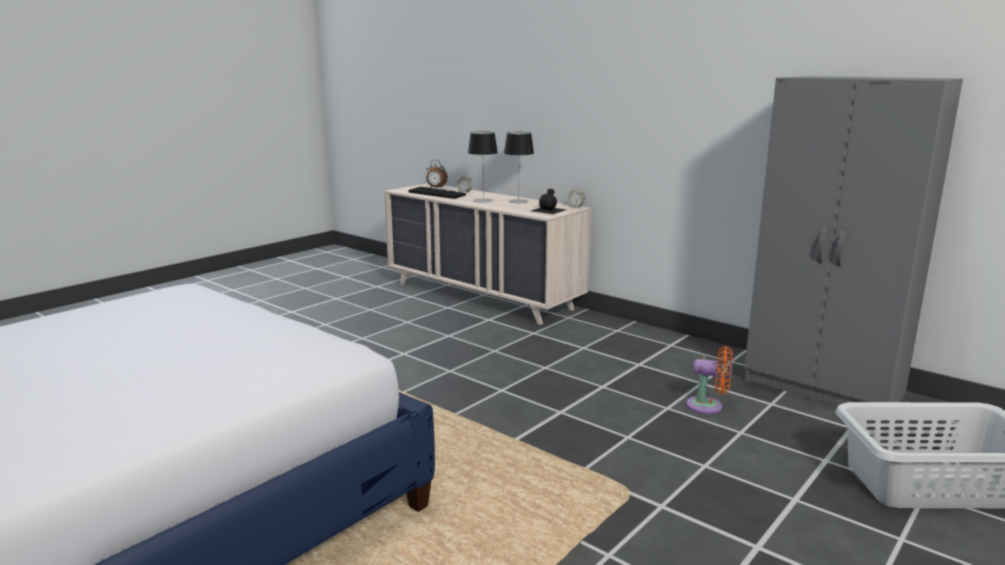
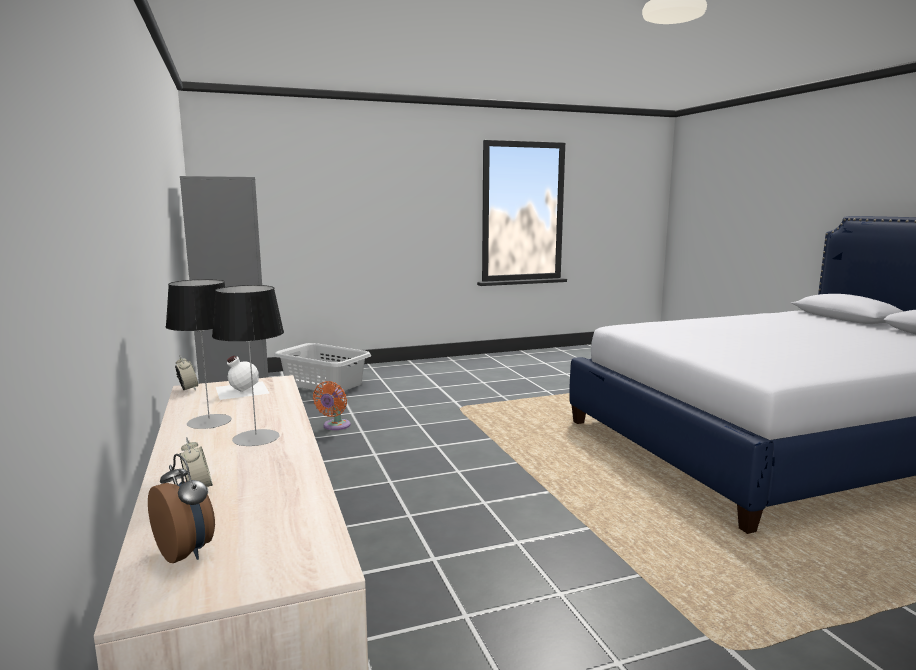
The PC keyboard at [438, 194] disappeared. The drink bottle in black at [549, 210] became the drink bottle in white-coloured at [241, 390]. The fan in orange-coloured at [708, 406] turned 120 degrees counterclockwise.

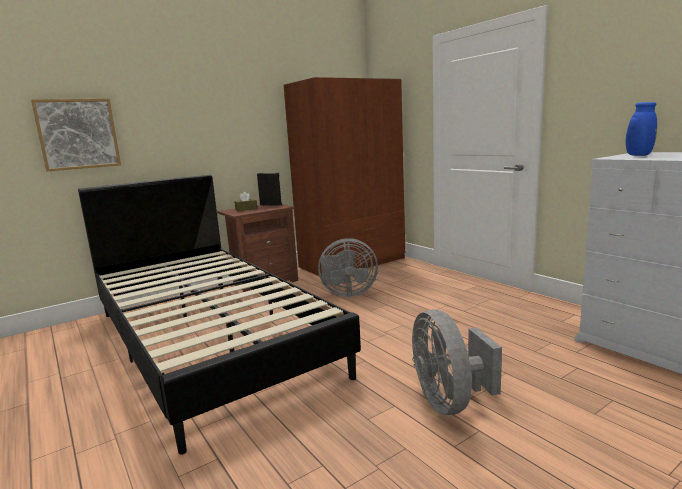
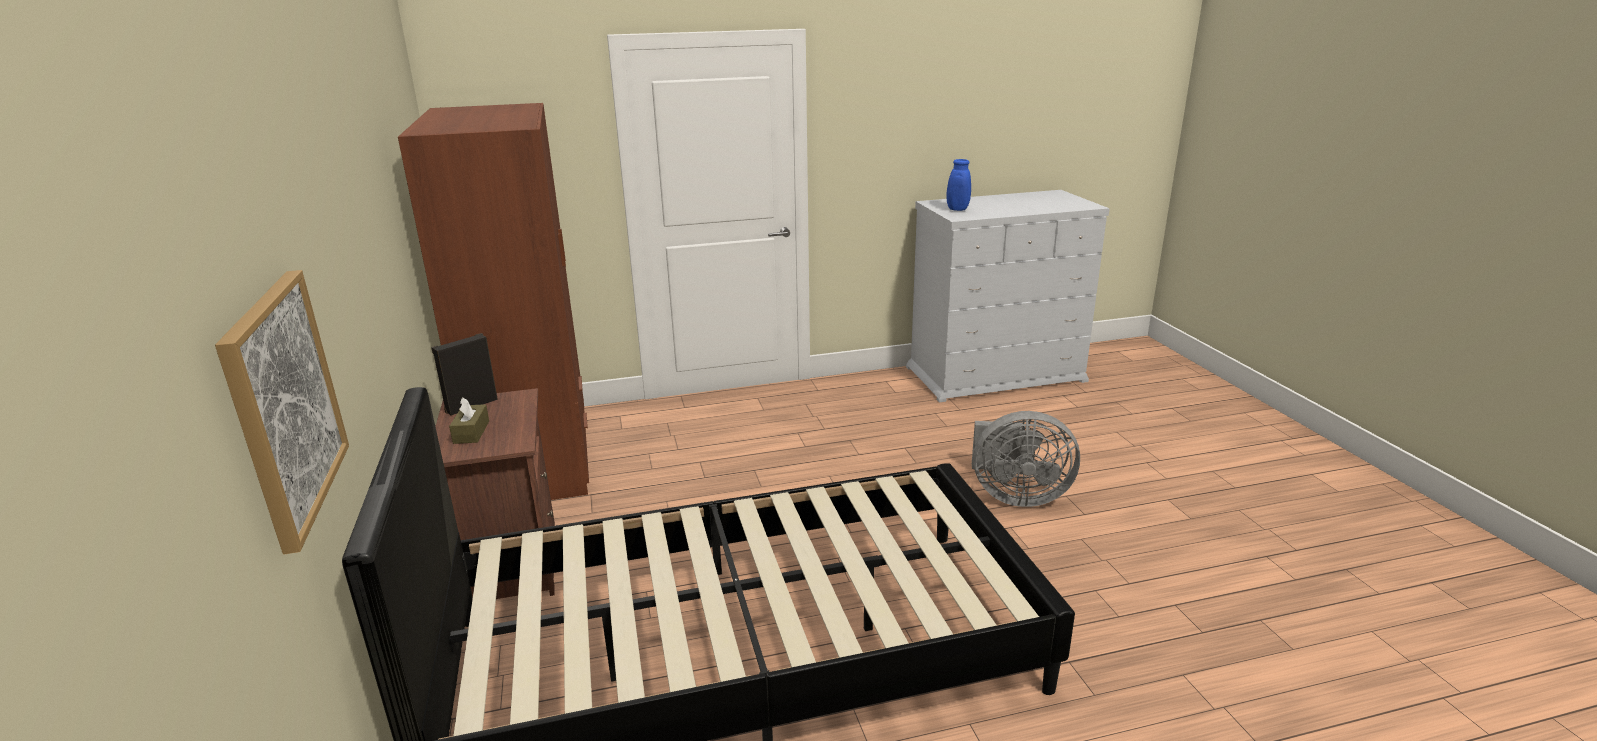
The fan in grey at [346, 293] disappeared.

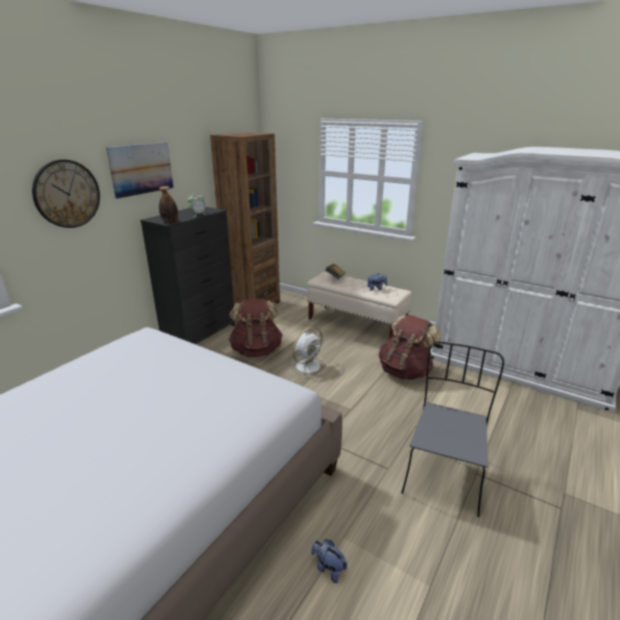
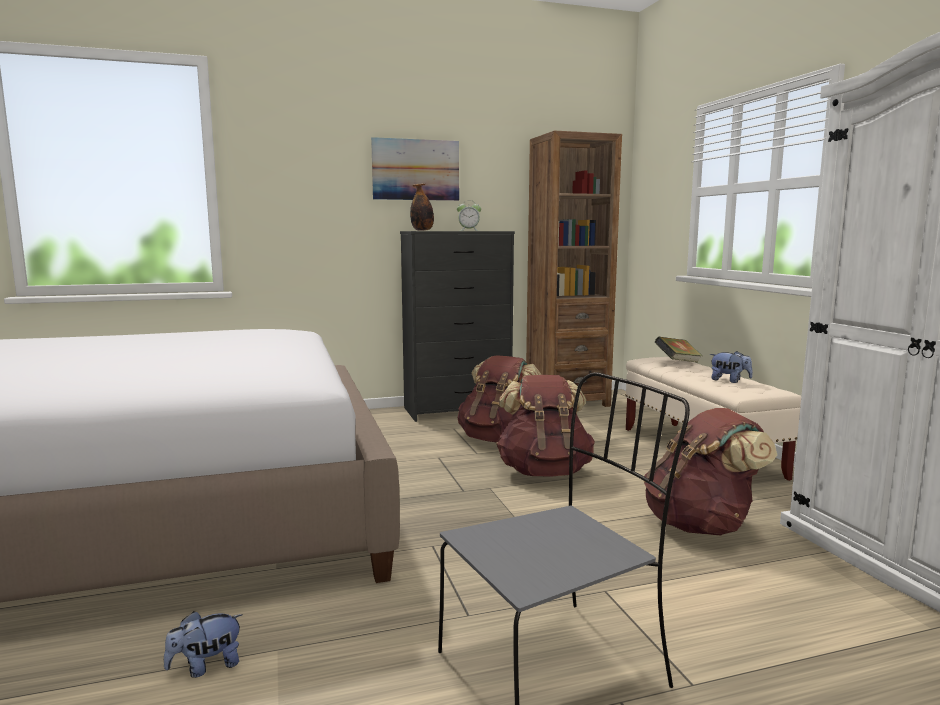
The hanging clock at [67, 194] disappeared. The fan in white-coloured at [309, 366] was replaced by the rucksack in brown at [544, 472]. The plush toy at [328, 568] turned 105 degrees counterclockwise.

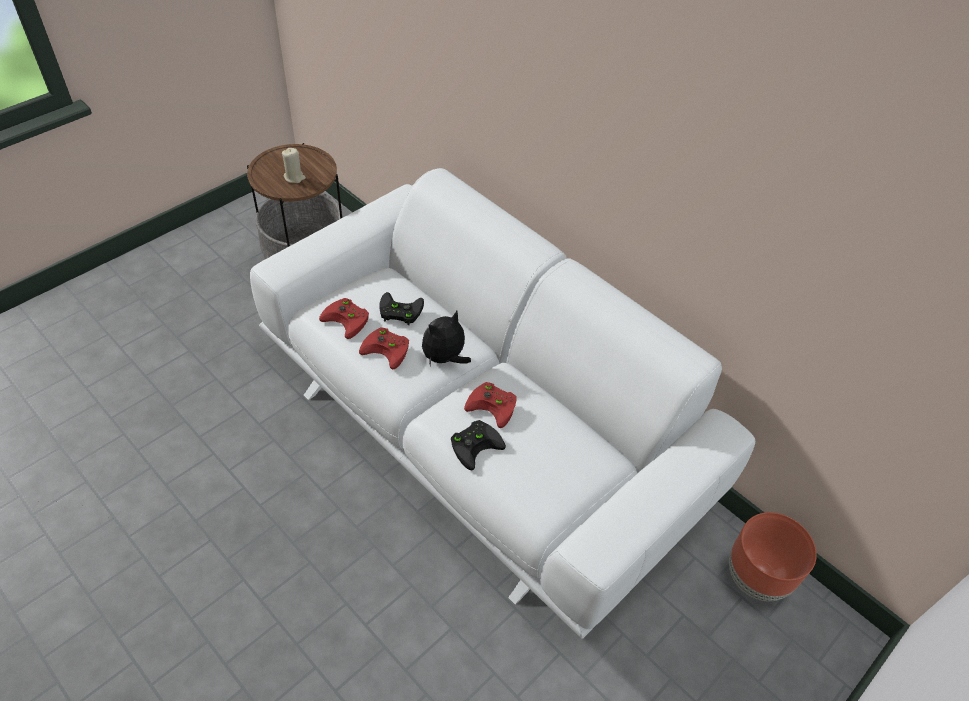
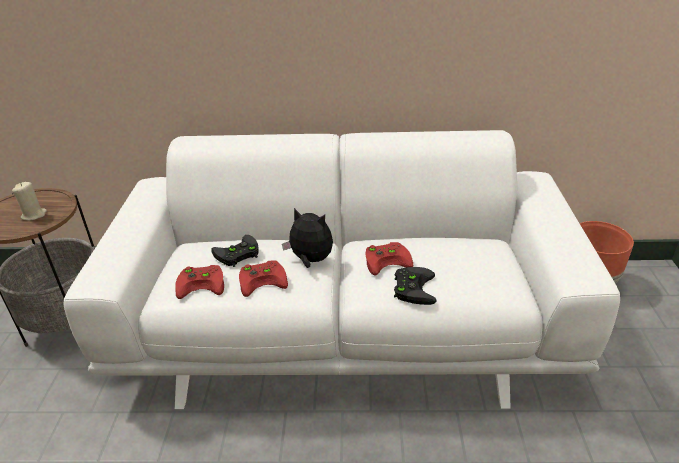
The plush toy at [444, 358] turned 105 degrees clockwise.

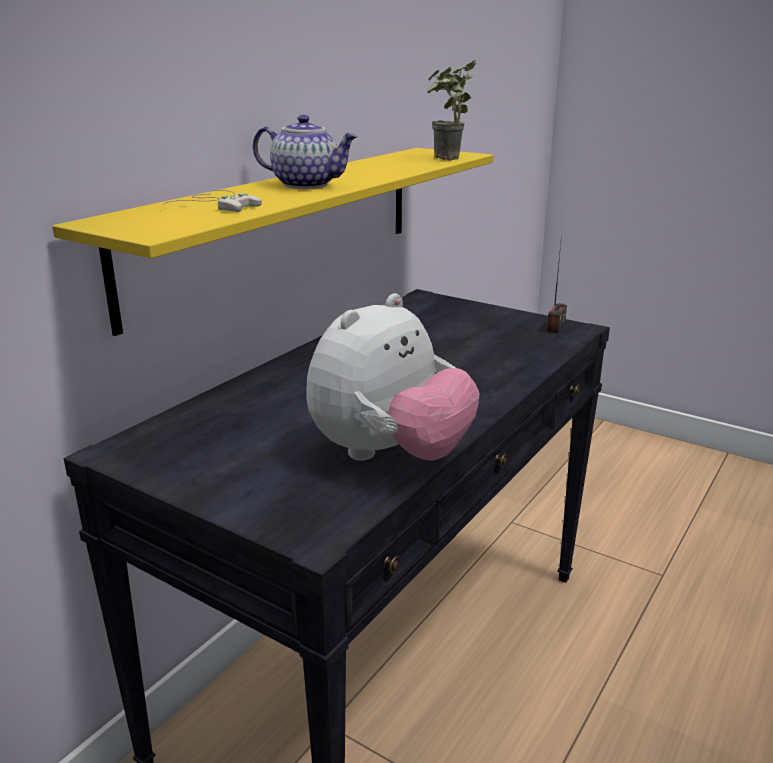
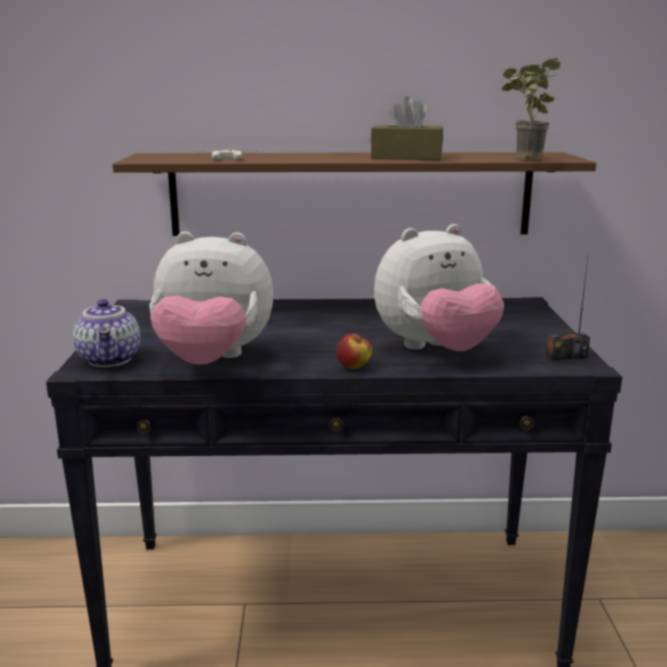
The apple at [353, 367] appeared. The tissue holder in brown at [406, 157] appeared. The plush toy at [435, 350] appeared. The teapot moved from [307, 184] to [111, 359]. The shelf in yellowish at [282, 226] became the shelf in brown at [351, 194].

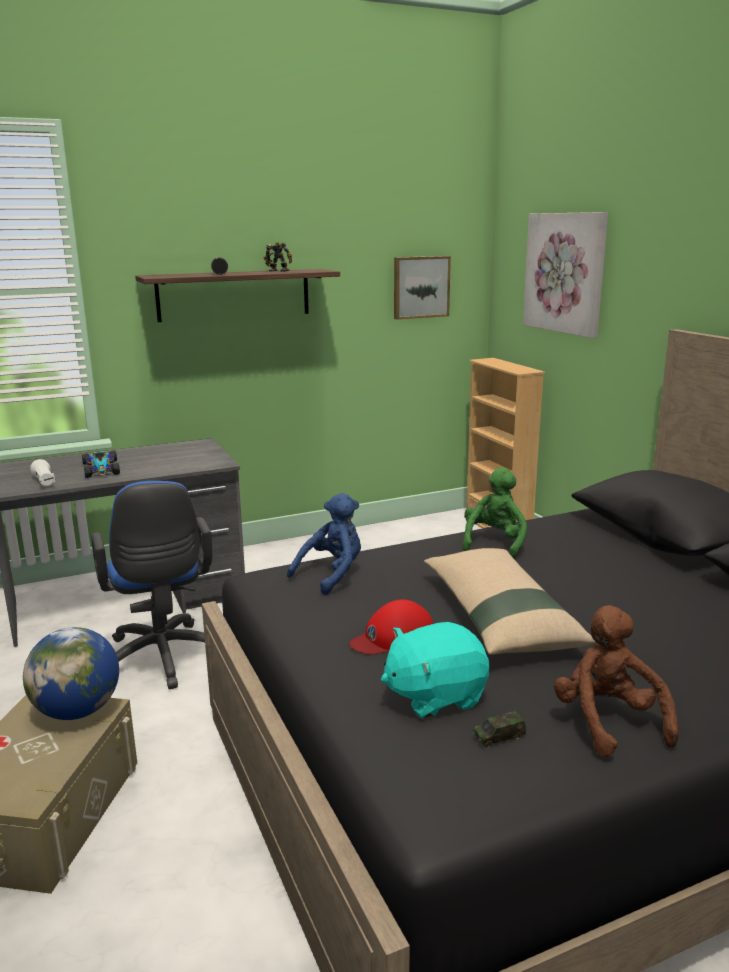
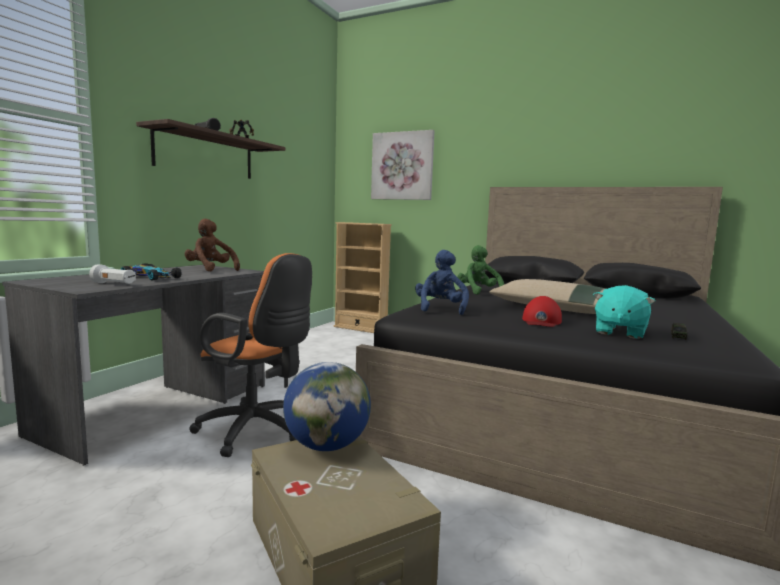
The picture at [420, 287] disappeared. The plush toy in brown moved from [608, 721] to [210, 270]. The office chair in blue at [163, 660] became the office chair in orange-coloured at [257, 432].

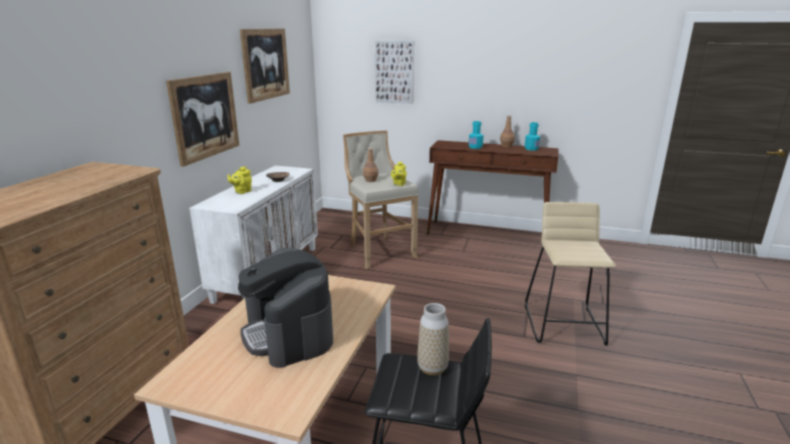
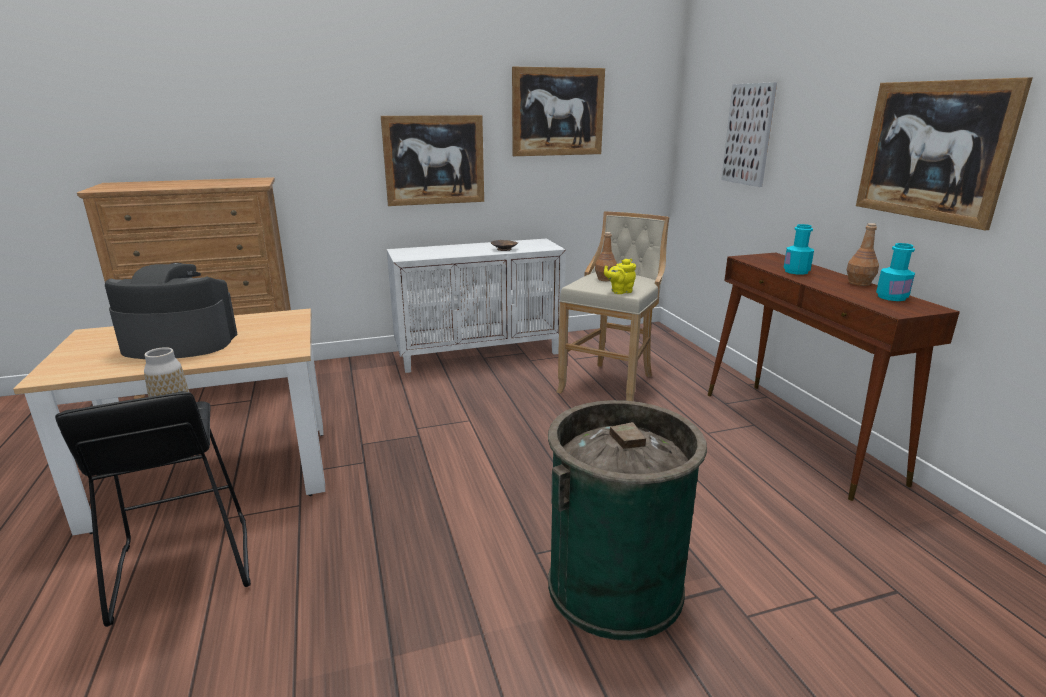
The teapot in yellowish at [242, 192] disappeared. The picture at [933, 151] appeared. The sitting stool in beige-coloured at [564, 324] was replaced by the rubbish bin in greenish at [615, 585]. The coffee brewer at [288, 333] turned 60 degrees clockwise.

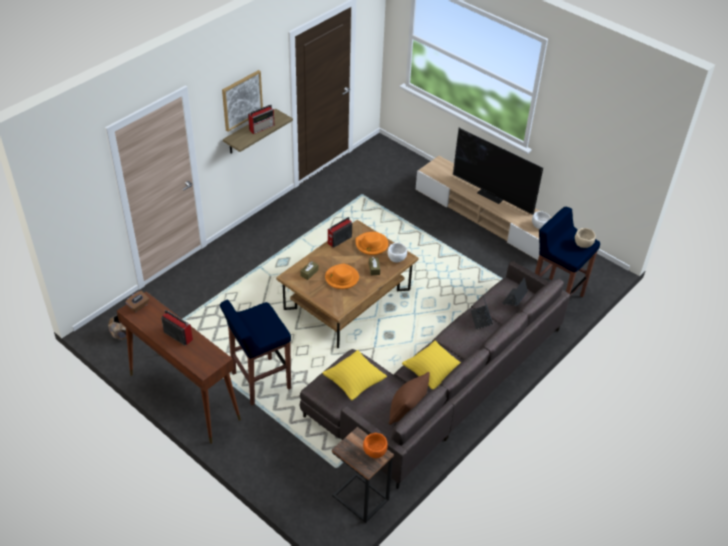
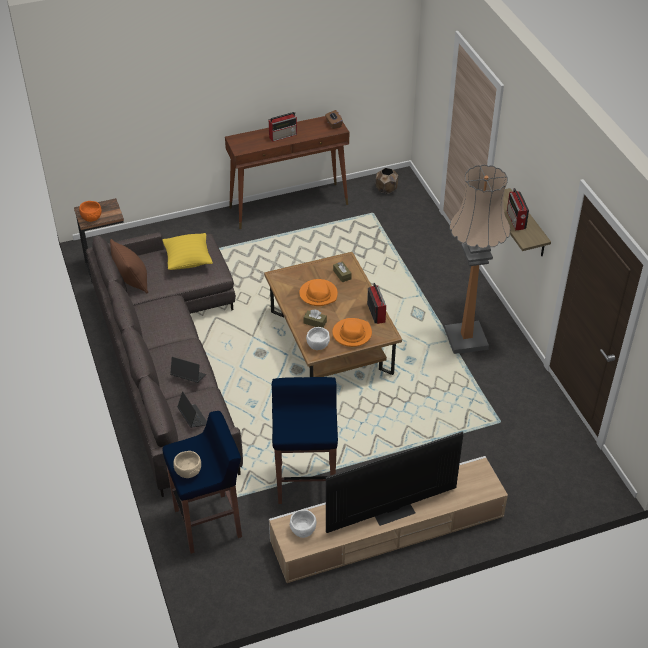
The picture at [242, 100] disappeared. The cushion in yellowish at [432, 373] disappeared. The standing lamp at [466, 339] appeared. The sitting stool in blue moved from [260, 381] to [306, 481].

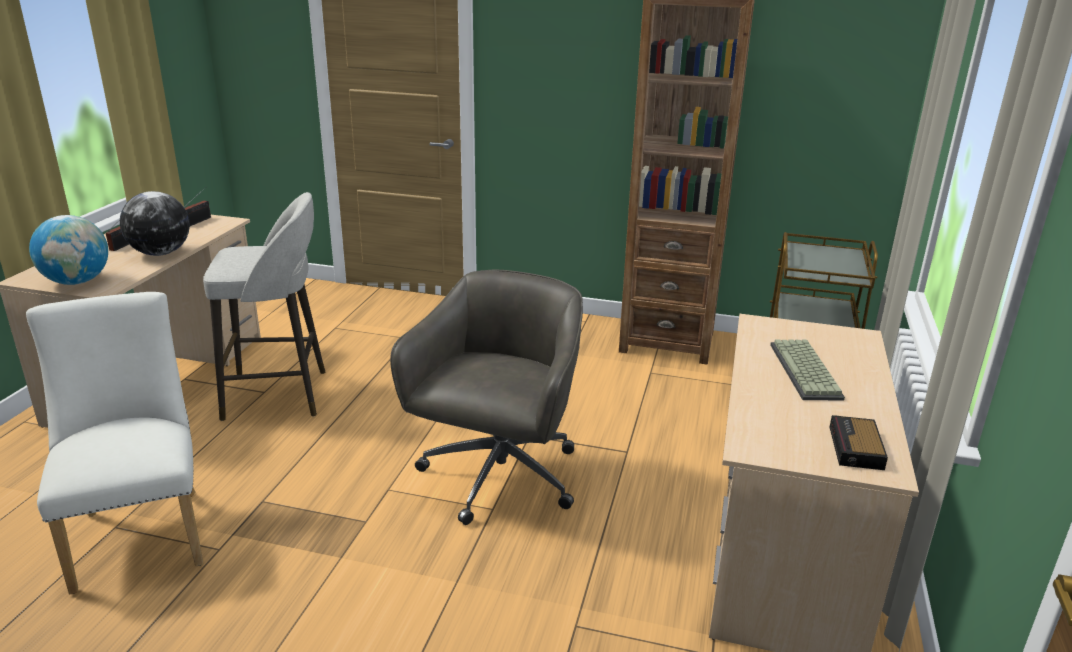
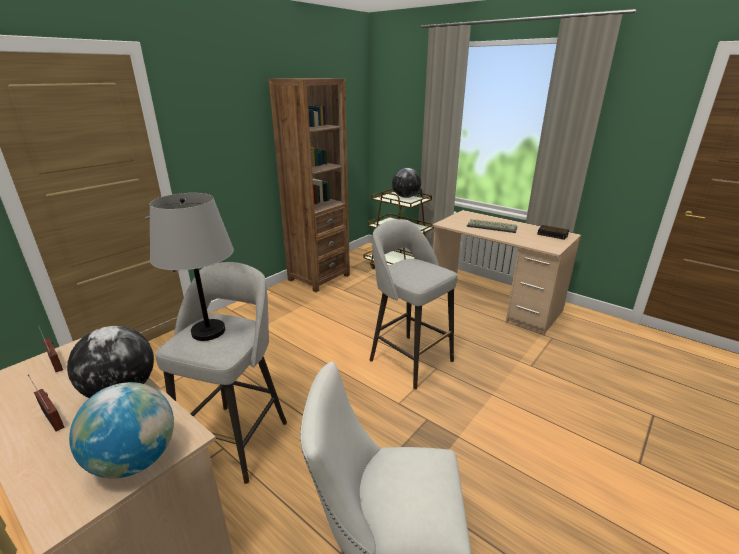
The table lamp in grey at [209, 331] appeared. The globe at [406, 197] appeared. The office chair in grey at [498, 478] was replaced by the sitting stool in grey at [409, 359].

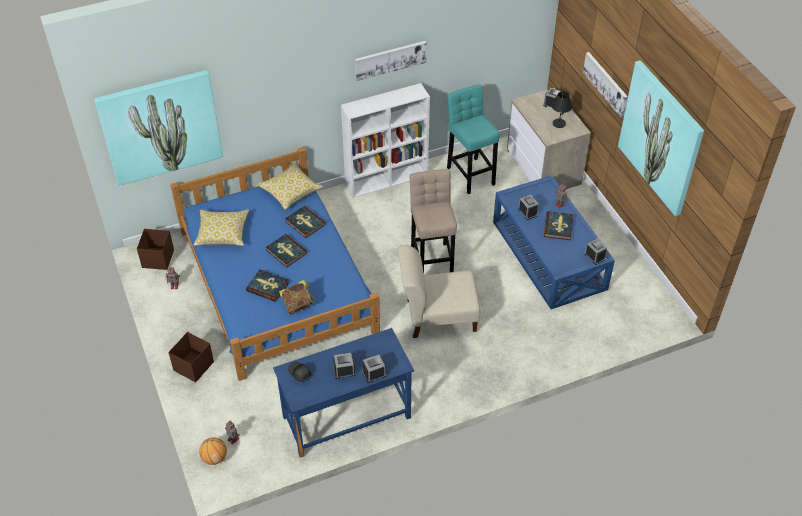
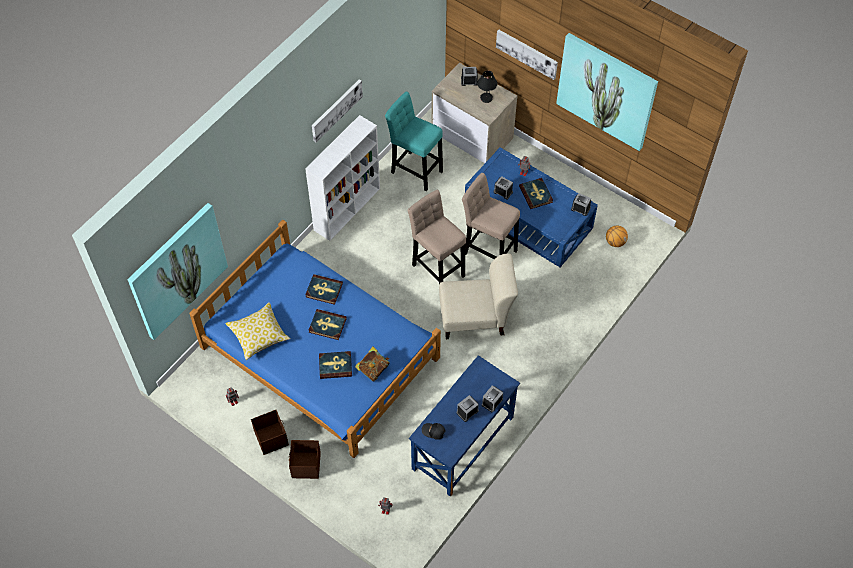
The cushion at [290, 191] disappeared. The sitting stool in beige-coloured at [488, 250] appeared. The storage box in brown moved from [158, 258] to [271, 438]. The basketball moved from [214, 458] to [615, 242]. The chair in beige-coloured at [437, 316] turned 150 degrees counterclockwise.

